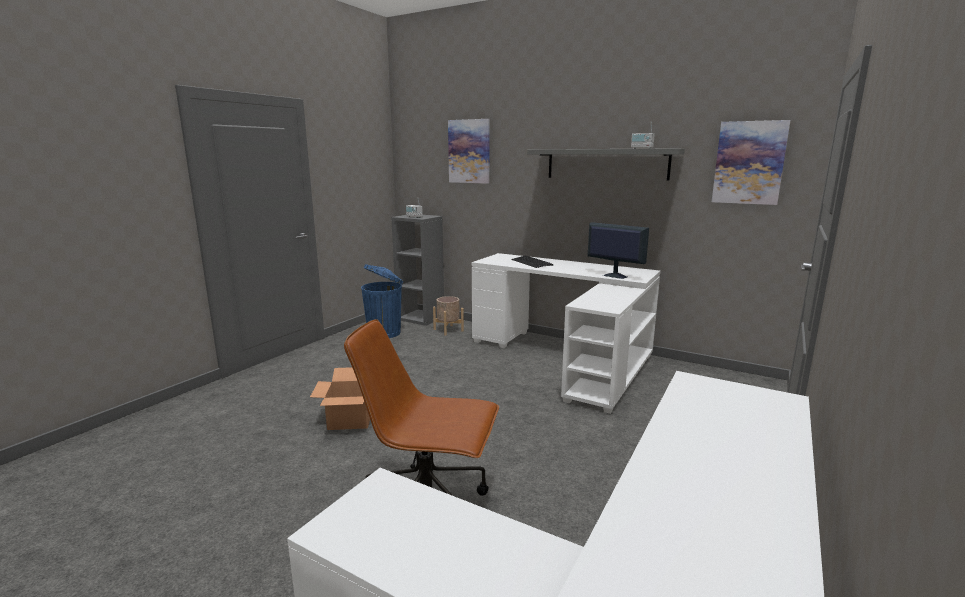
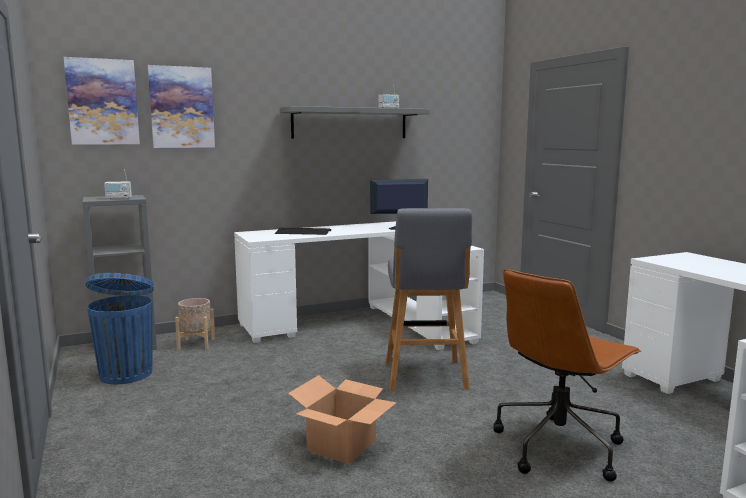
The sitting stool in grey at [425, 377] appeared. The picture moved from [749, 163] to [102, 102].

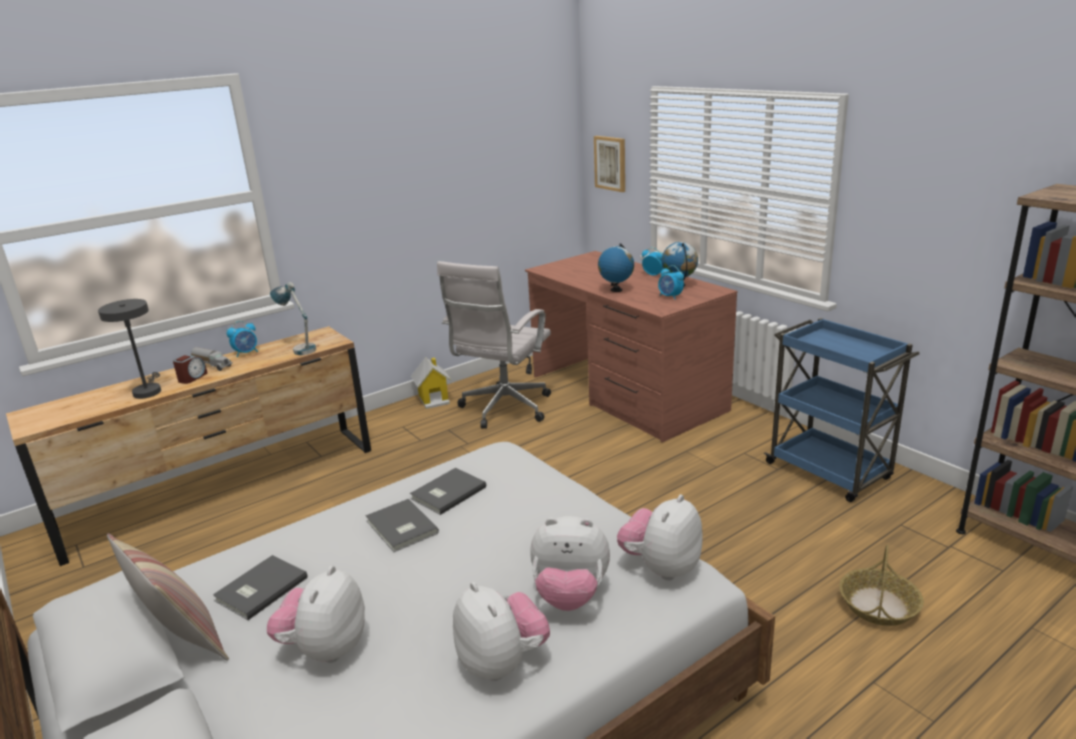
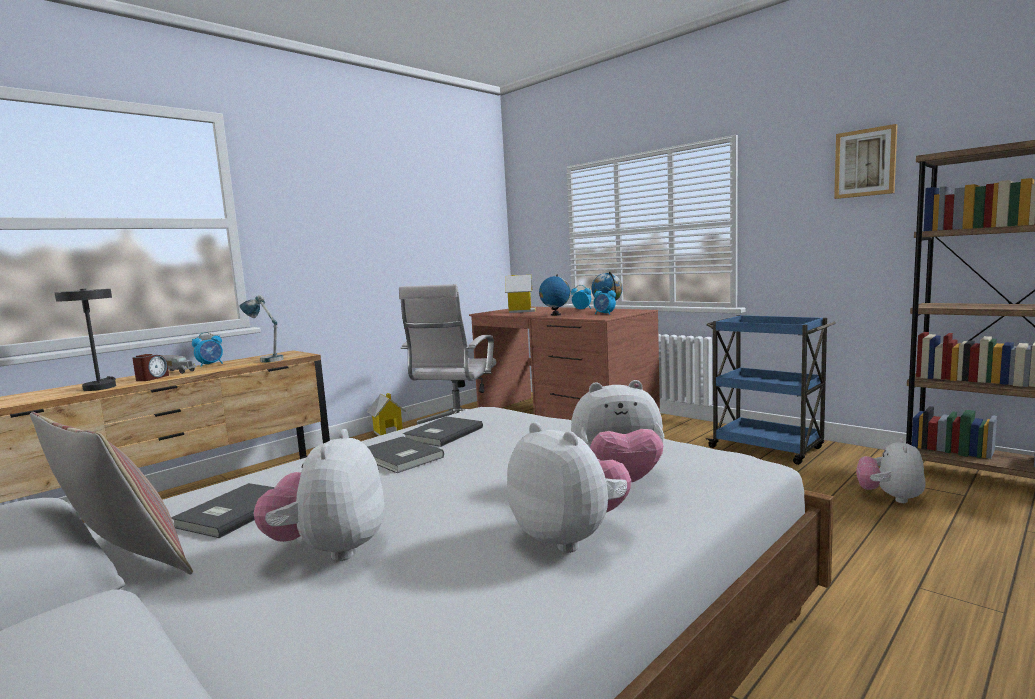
The storage basket at [879, 606] disappeared. The toy house at [520, 311] appeared. The picture moved from [610, 163] to [865, 163]. The plush toy moved from [661, 567] to [890, 497].

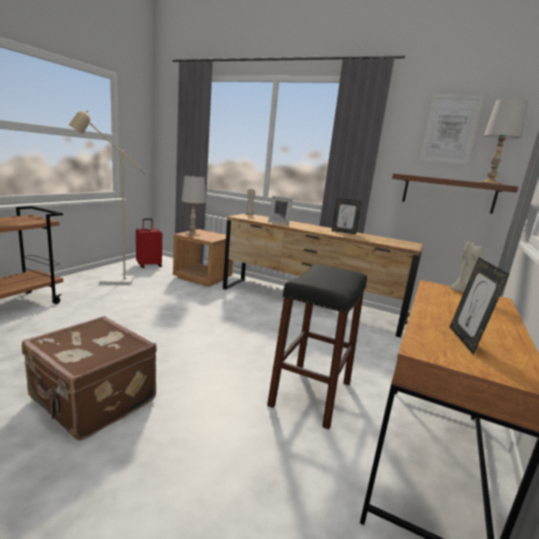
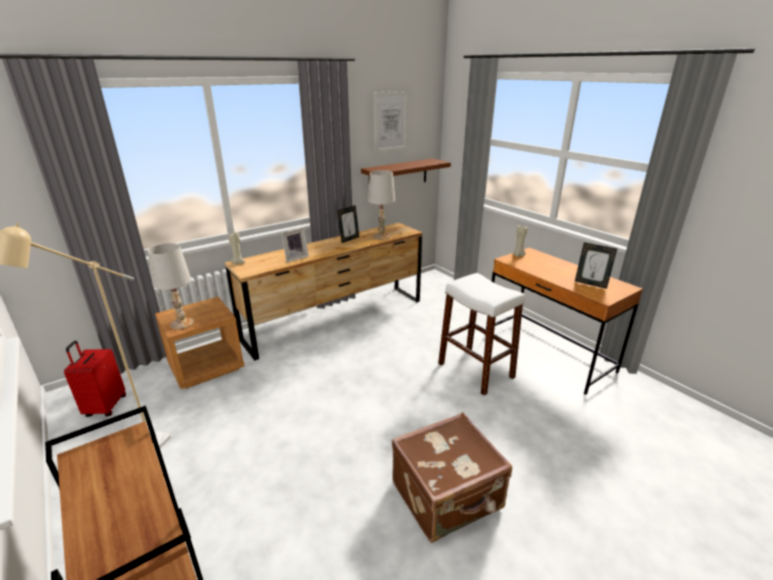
The table lamp in white-coloured moved from [489, 183] to [381, 236]. The sitting stool in black at [311, 393] became the sitting stool in white-coloured at [475, 370].

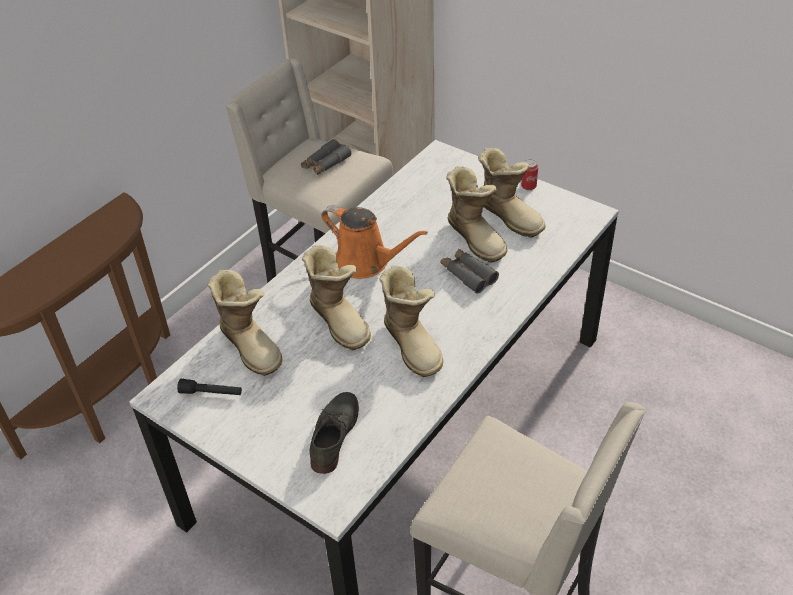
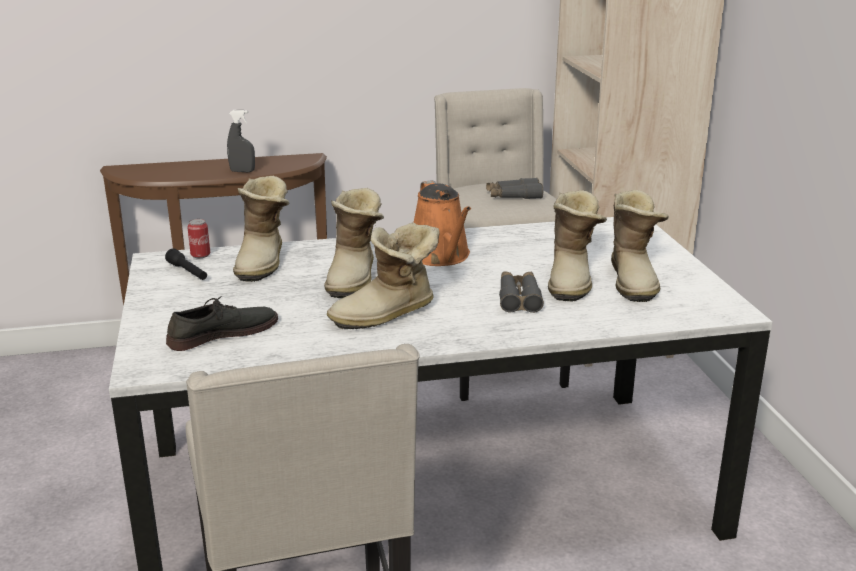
The spray bottle in grey at [242, 171] appeared. The sealed can moved from [528, 186] to [200, 255]. The tall boot at [413, 344] turned 45 degrees clockwise.

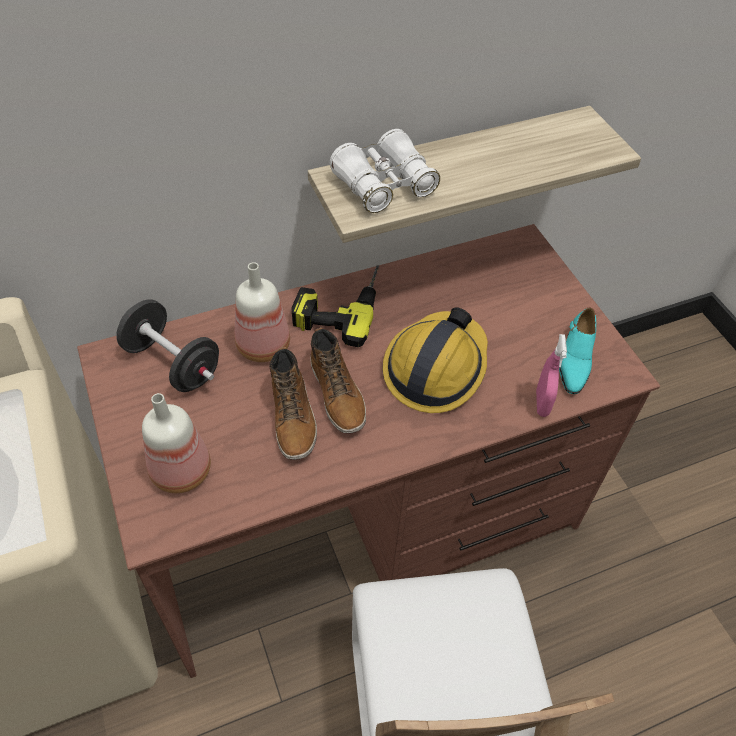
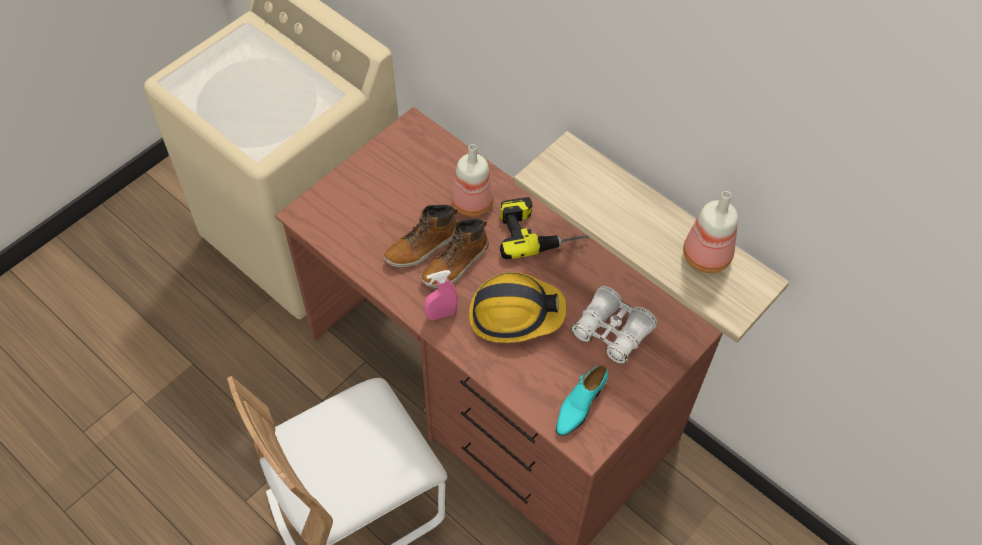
The hand weight in black at [172, 363] disappeared. The drink bottle moved from [180, 469] to [707, 255]. The binoculars in white-coloured moved from [384, 185] to [612, 331]. The spray bottle in pinkish moved from [542, 403] to [441, 314]. The low shoe in turquoise at [574, 360] turned 45 degrees counterclockwise.

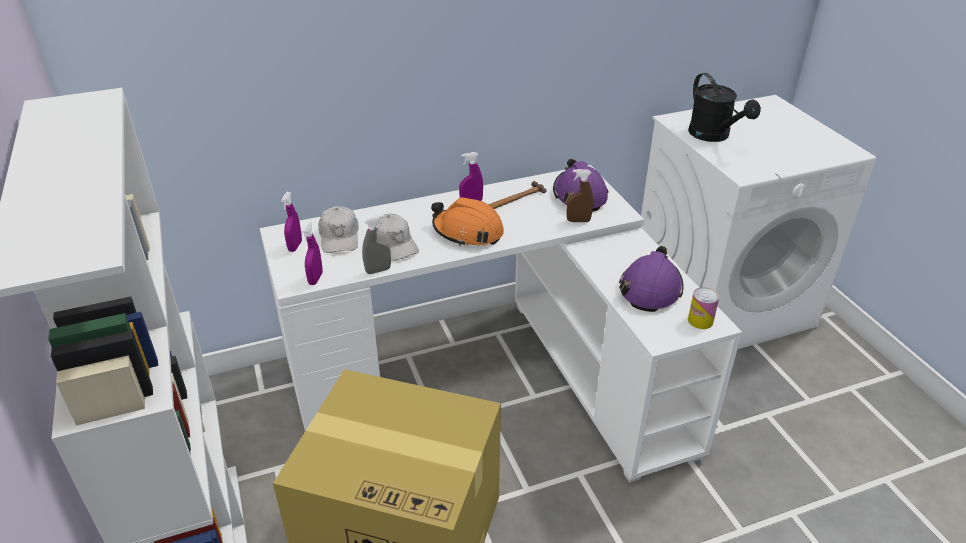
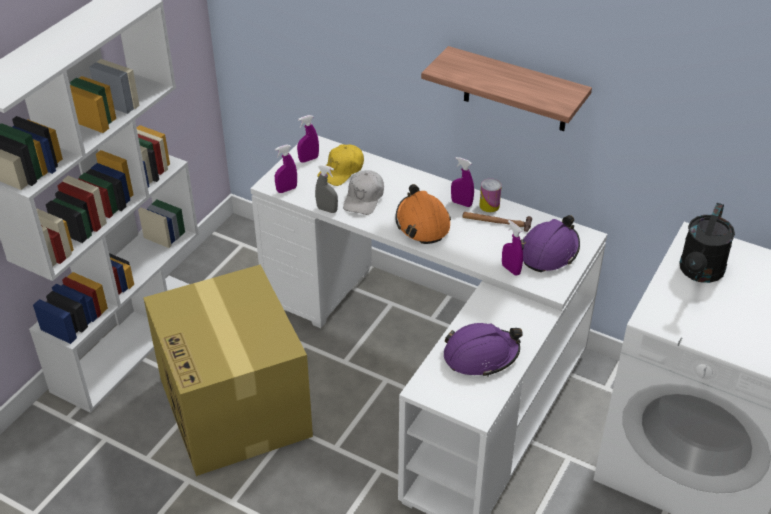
The shelf at [515, 90] appeared. The sealed can moved from [700, 321] to [489, 206]. The cap in white-coloured at [340, 237] became the cap in yellowish at [342, 171]. The spray bottle in brown at [578, 221] became the spray bottle in purple at [510, 269].

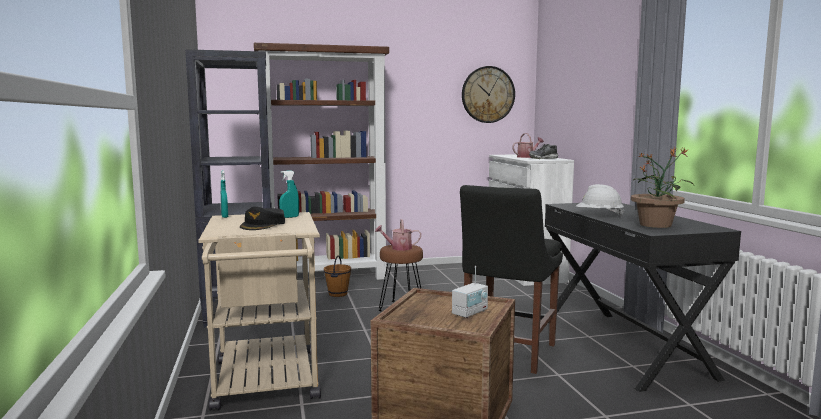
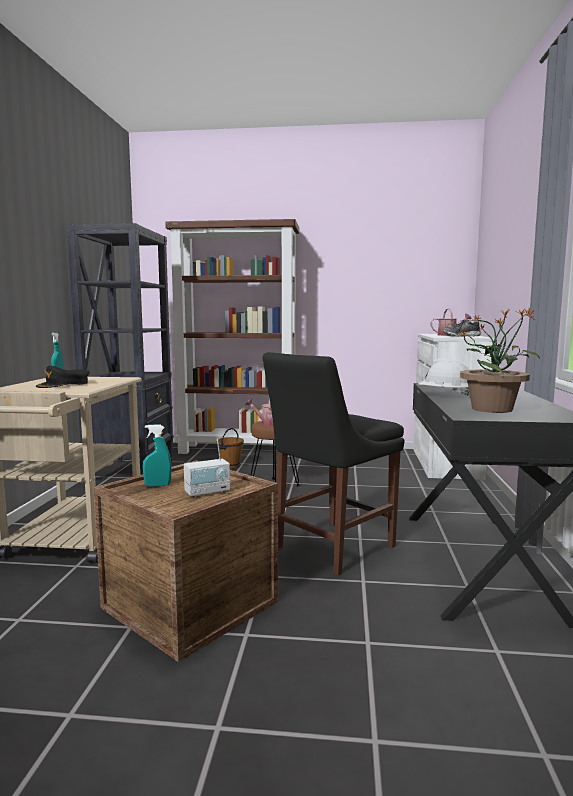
The hanging clock at [488, 94] disappeared. The spray bottle in turquoise moved from [289, 217] to [157, 485].

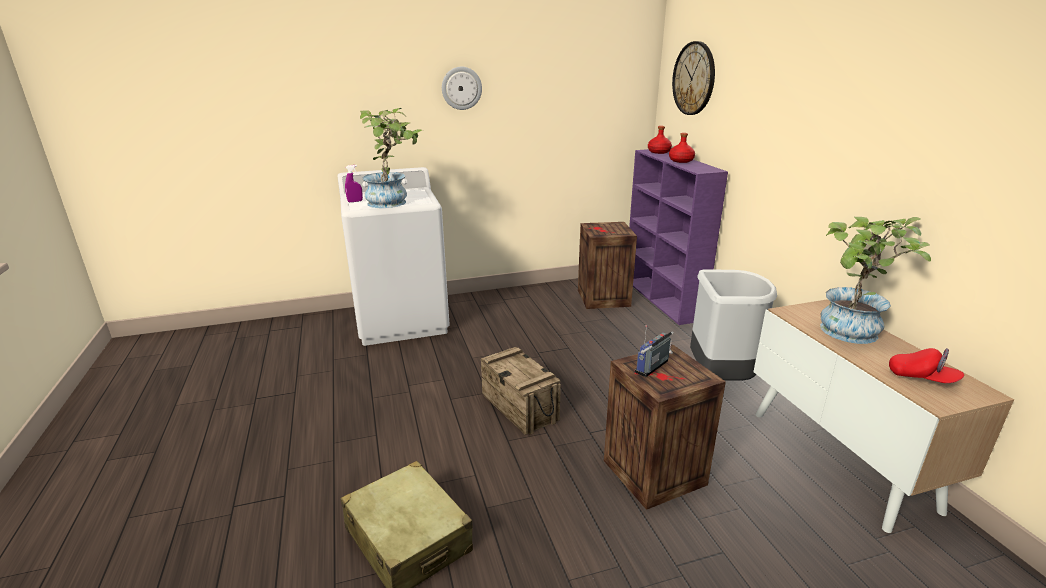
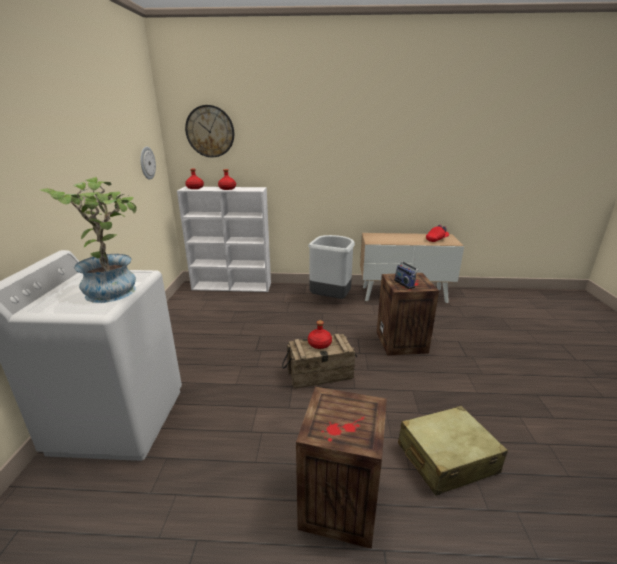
The spray bottle in purple at [355, 201] disappeared. The plant in a pot at [849, 334] disappeared. The drink bottle in red at [319, 344] appeared. The hanging clock moved from [461, 88] to [147, 163]. The packing crate moved from [602, 298] to [341, 505]. The shelving unit in purple at [663, 299] became the shelving unit in white-coloured at [232, 286].

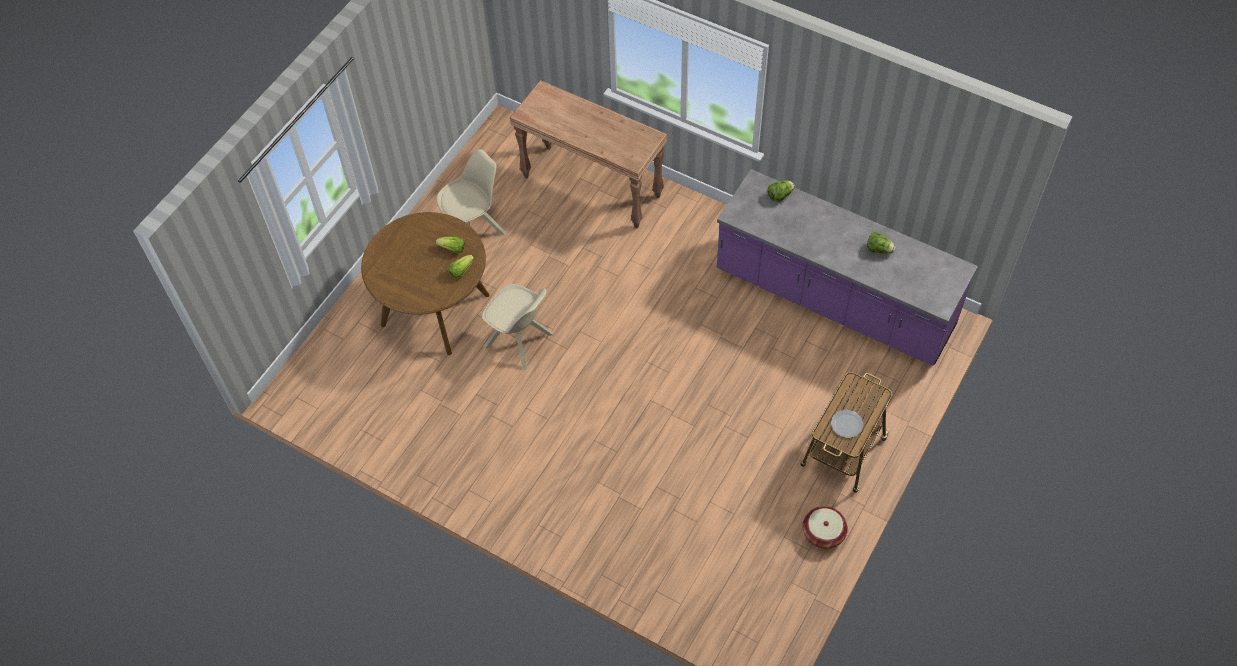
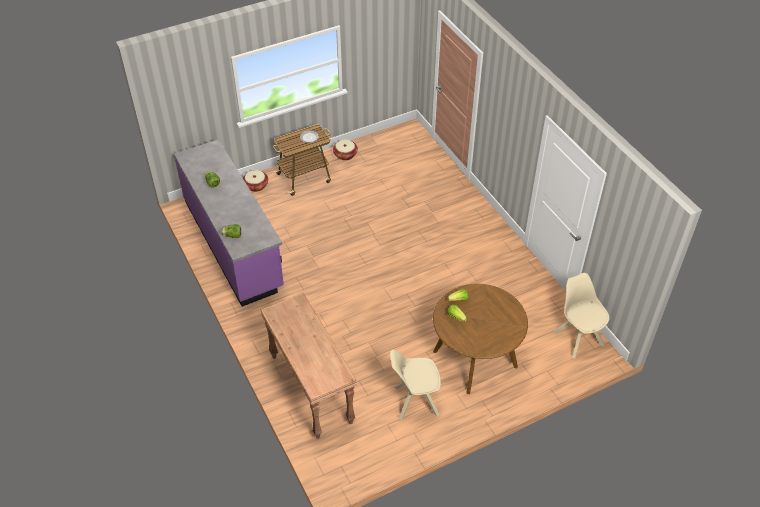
The storage basket at [256, 186] appeared. The chair in beige-coloured moved from [520, 341] to [577, 337].

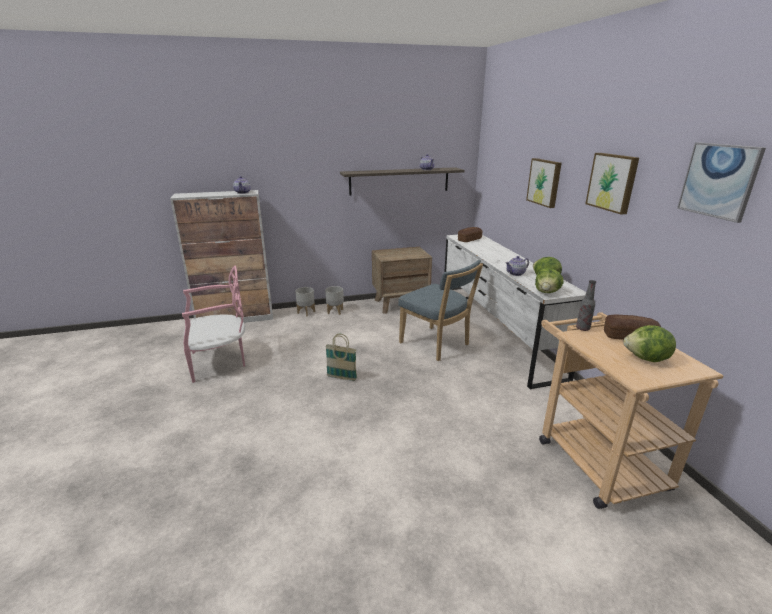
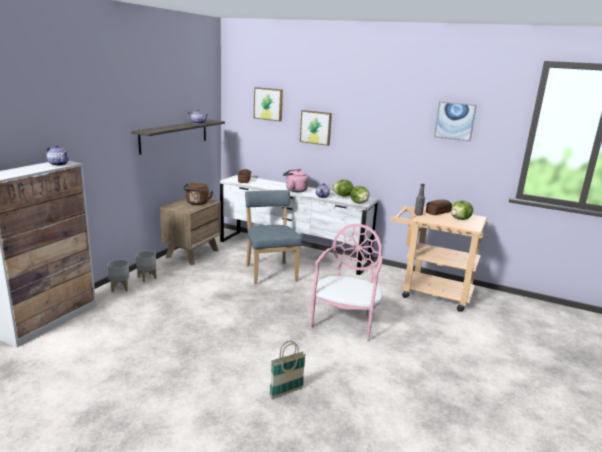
The tea kettle in brown at [197, 203] appeared. The tea kettle in pinkish at [295, 190] appeared. The chair in pinkish moved from [219, 362] to [345, 322]. The storage basket moved from [342, 378] to [286, 392]. The picture moved from [613, 182] to [268, 104]. The chair in blue at [436, 345] turned 105 degrees counterclockwise.

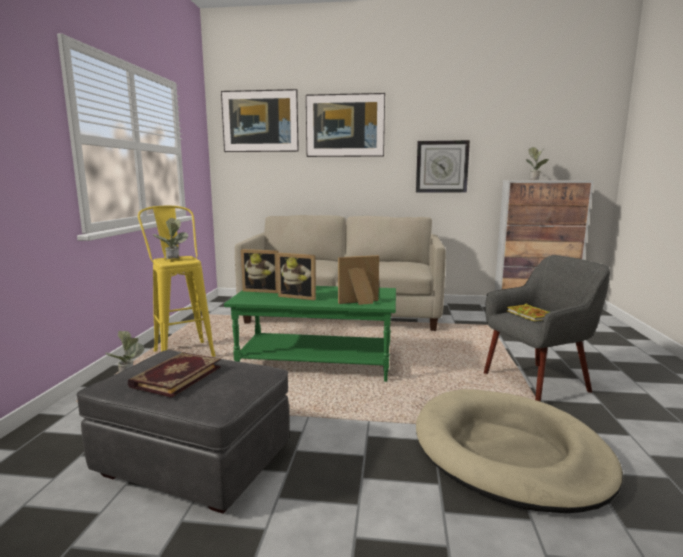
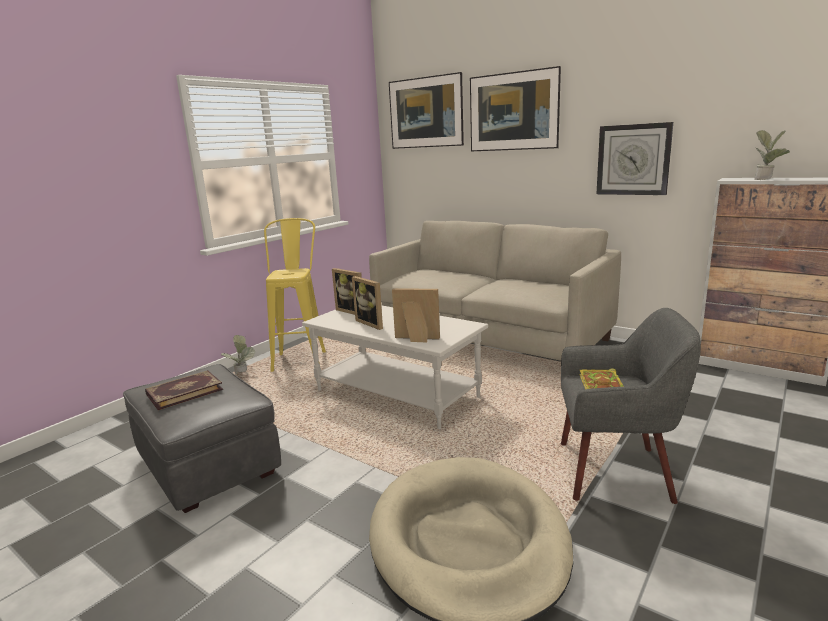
The plant in a pot at [173, 260] disappeared. The coffee table in greenish at [317, 363] became the coffee table in white-coloured at [398, 394].

